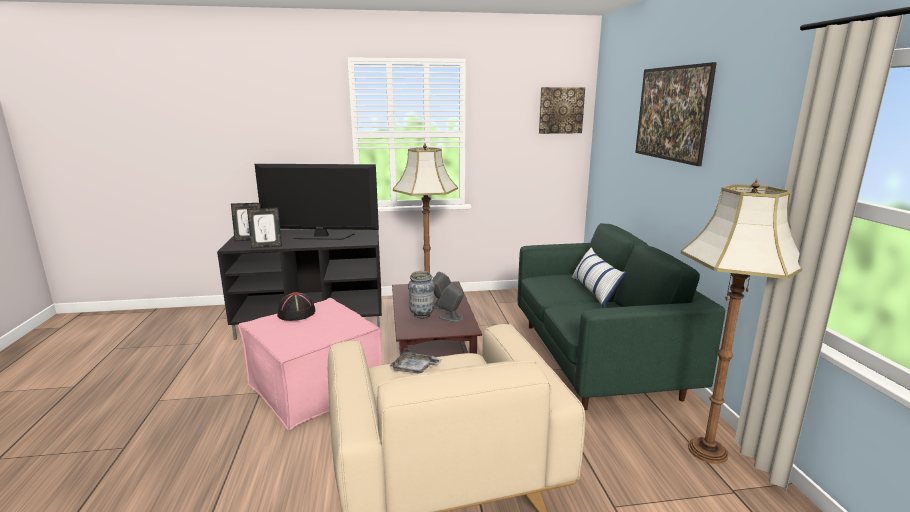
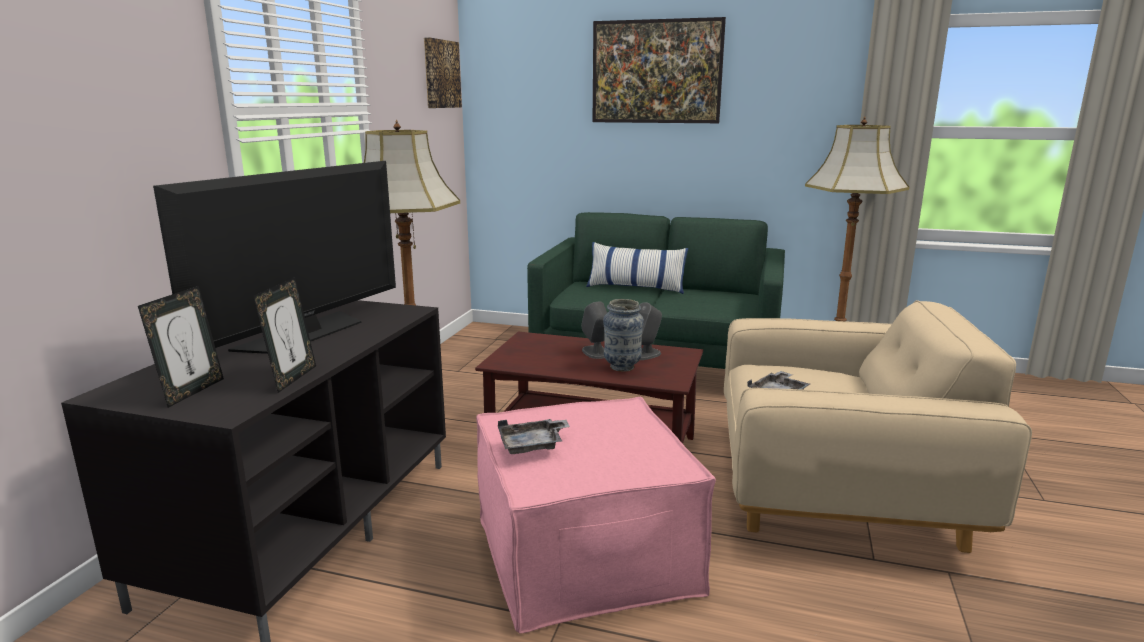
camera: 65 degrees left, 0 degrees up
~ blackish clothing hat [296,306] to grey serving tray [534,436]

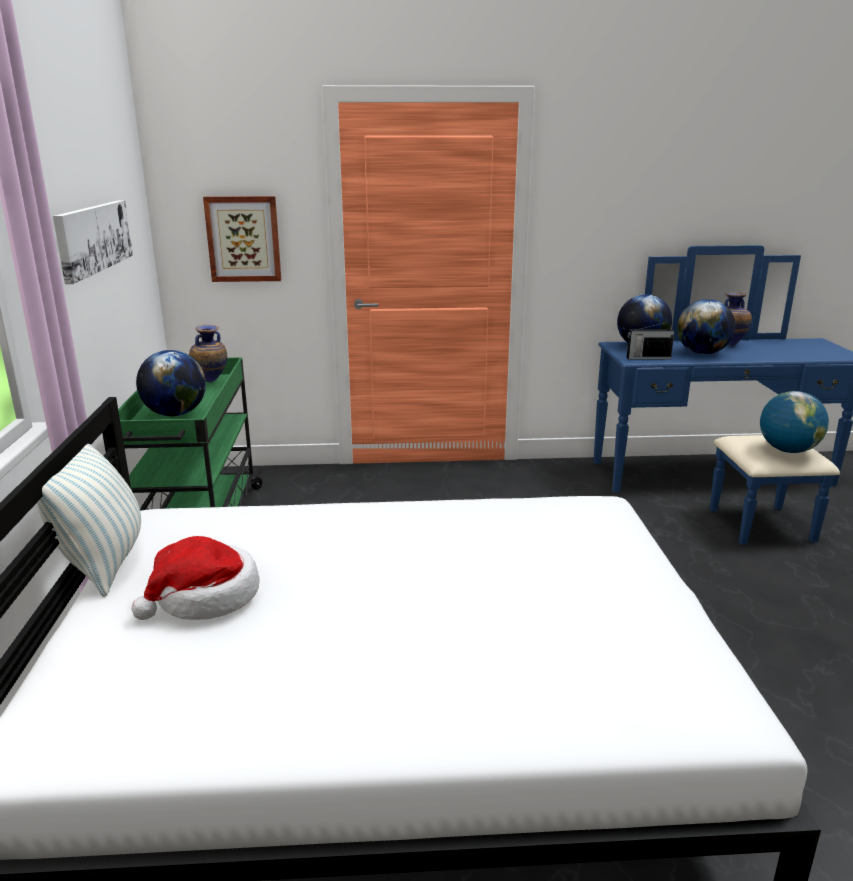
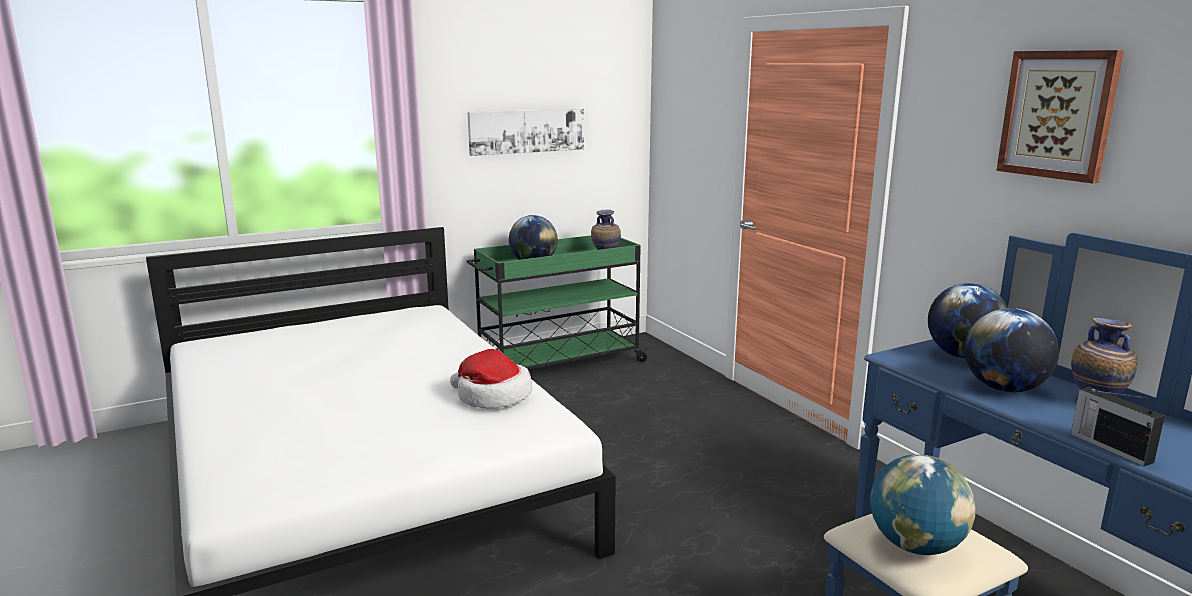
camera: 65 degrees right, 5 degrees down
~ picture [242,239] to [1060,116]
~ radio receiver [650,341] to [1118,426]
- pillow [88,520]
~ clothing hat [195,578] to [491,379]

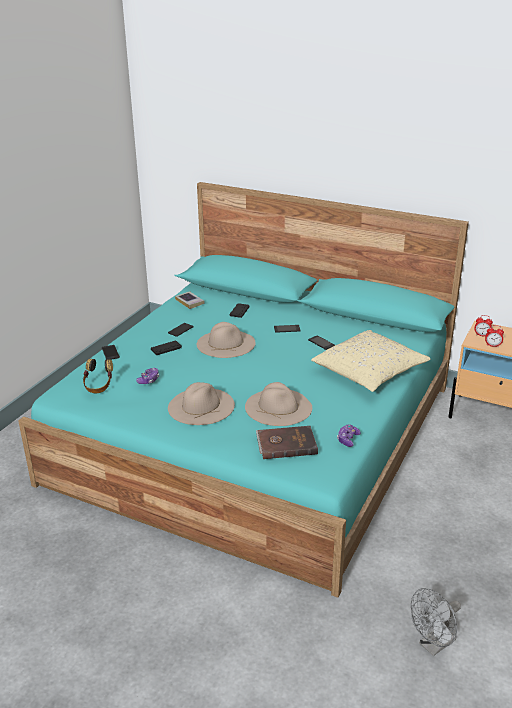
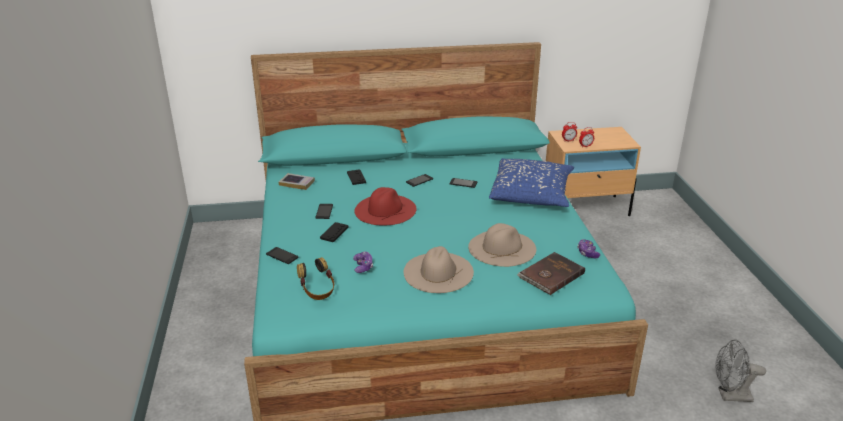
camera: 35 degrees left, 0 degrees up
~ sand-coloured clothing hat [226,340] to red-coloured clothing hat [385,206]
~ sand-coloured pillow [370,361] to blue pillow [531,182]
~ grey fan [436,622] = [740,371] 75 degrees clockwise

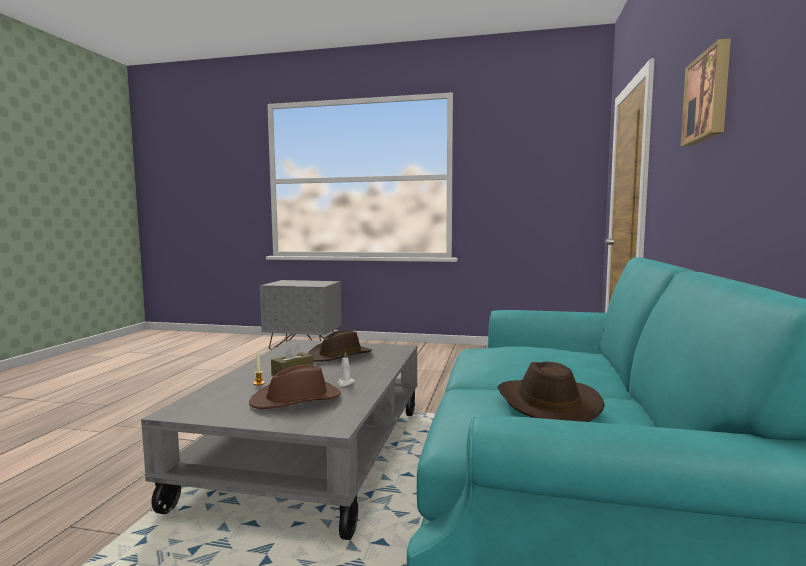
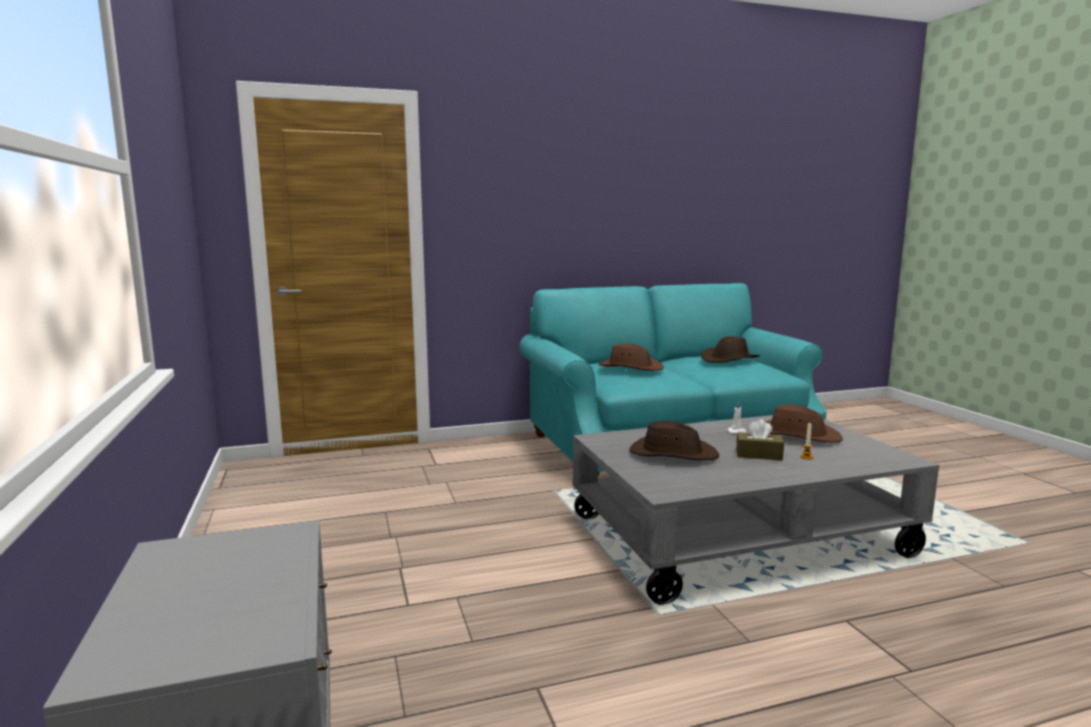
camera: 120 degrees left, 5 degrees up
- picture [706,92]
+ brownish clothing hat [631,357]

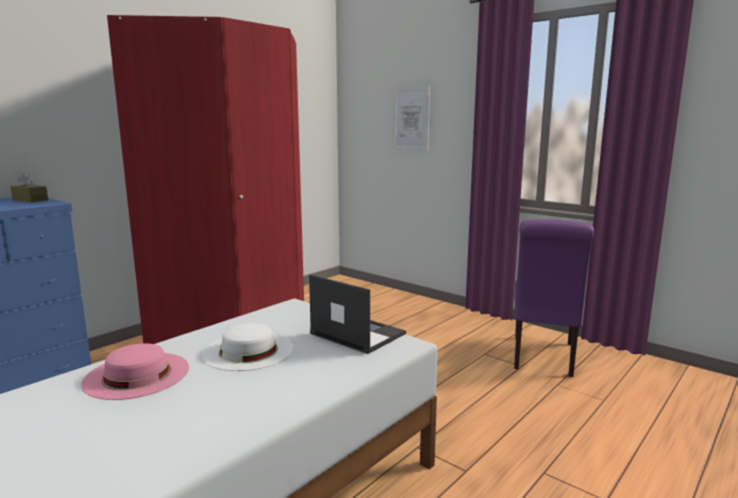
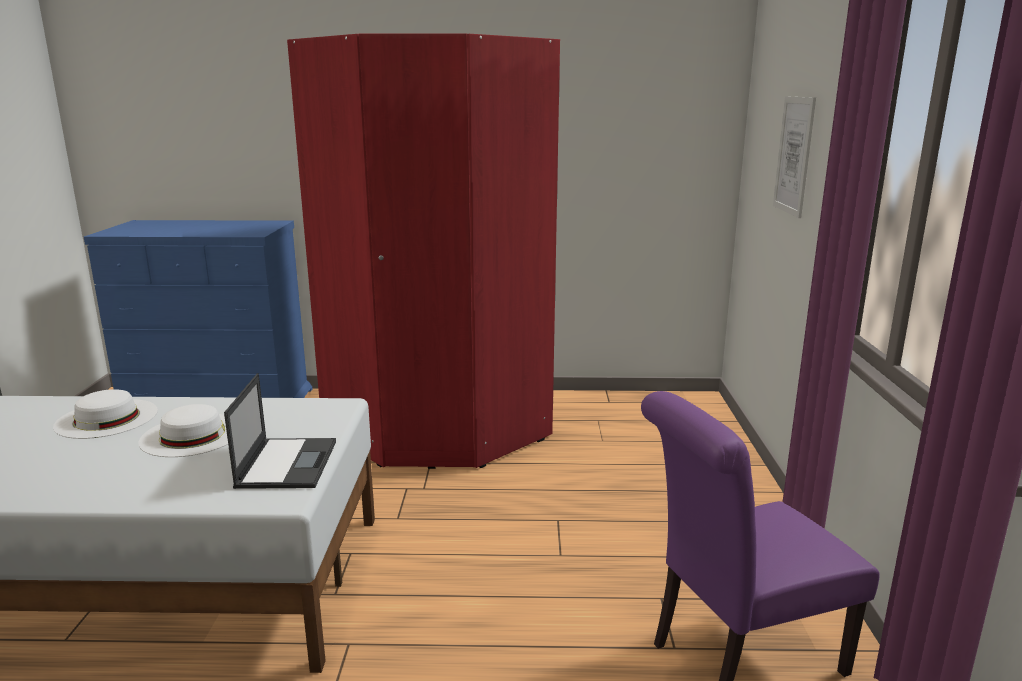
camera: 50 degrees right, 5 degrees up
- brownish tissue holder [29,187]
~ pinkish clothing hat [135,371] to white-coloured clothing hat [105,414]

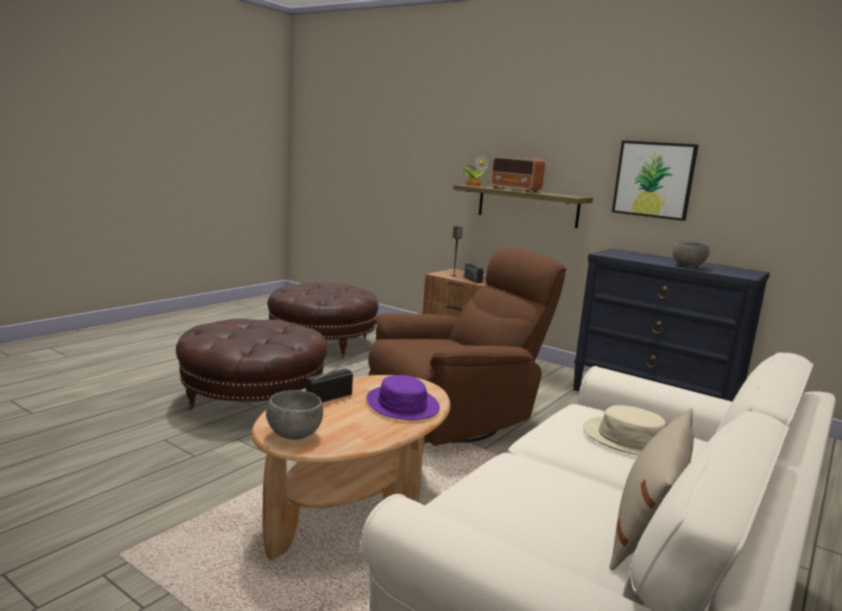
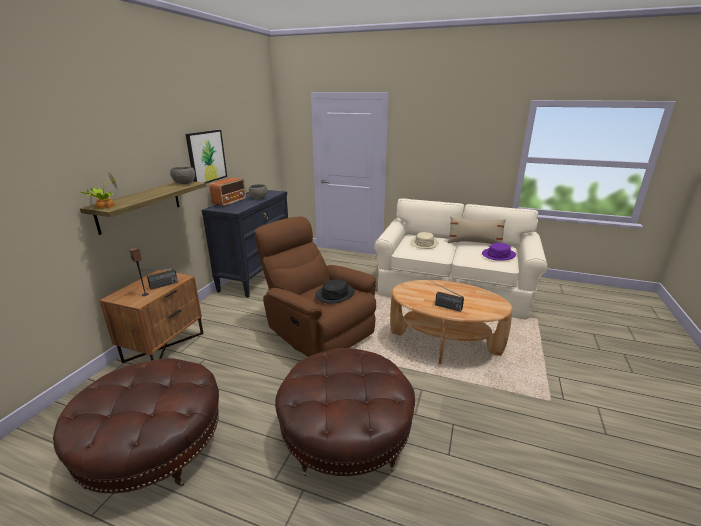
camera: 105 degrees left, 10 degrees up
~ radio receiver [517,174] to [227,192]
~ purple-coloured clothing hat [403,397] to [499,252]
~ grey bowl [294,415] to [182,175]
+ blackish clothing hat [335,291]

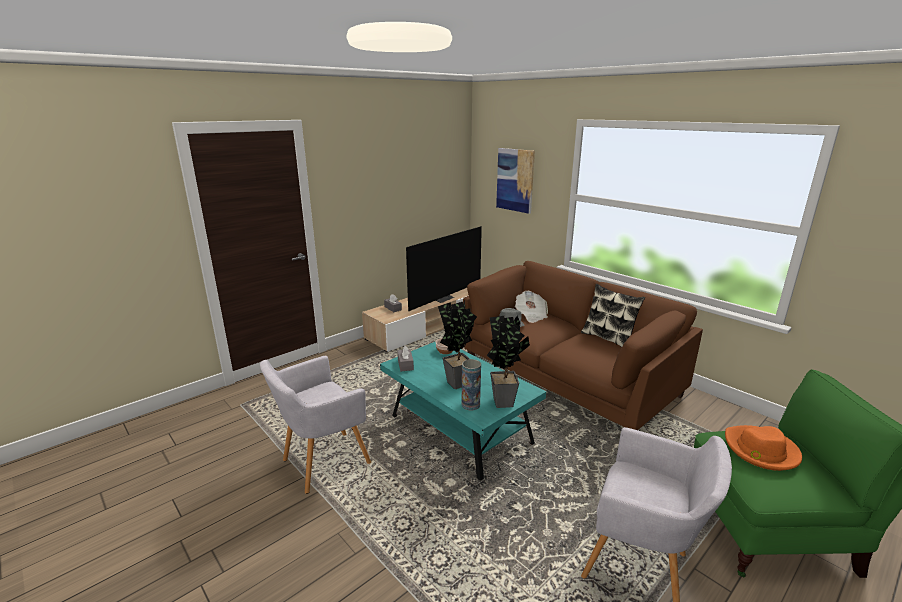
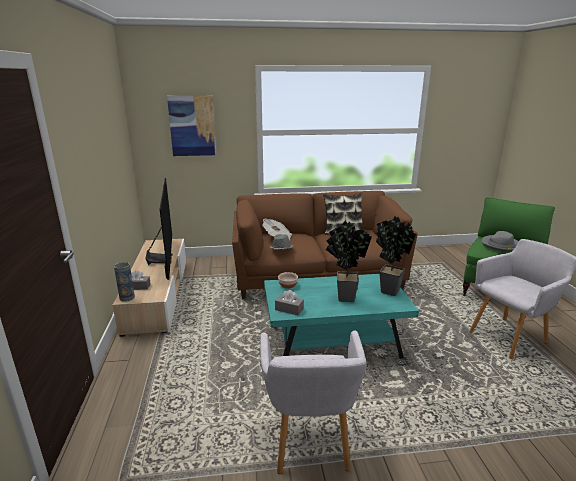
camera: 55 degrees left, 0 degrees up
~ vase [471,385] to [124,282]
~ orange clothing hat [763,448] to grey clothing hat [500,241]

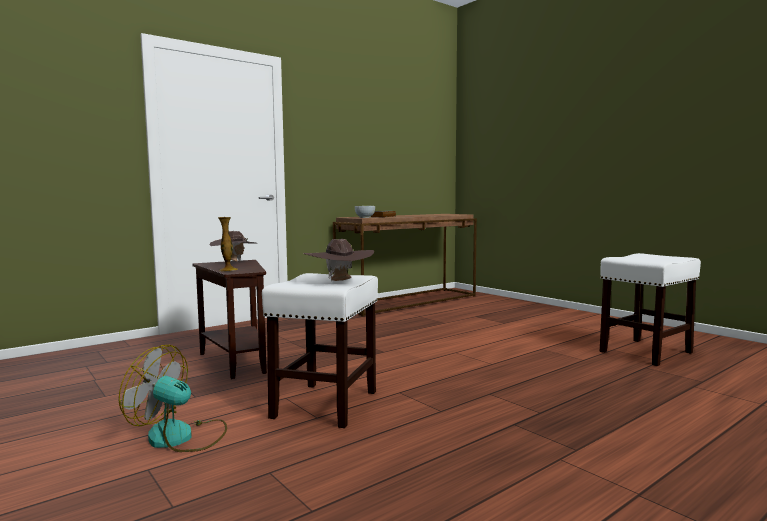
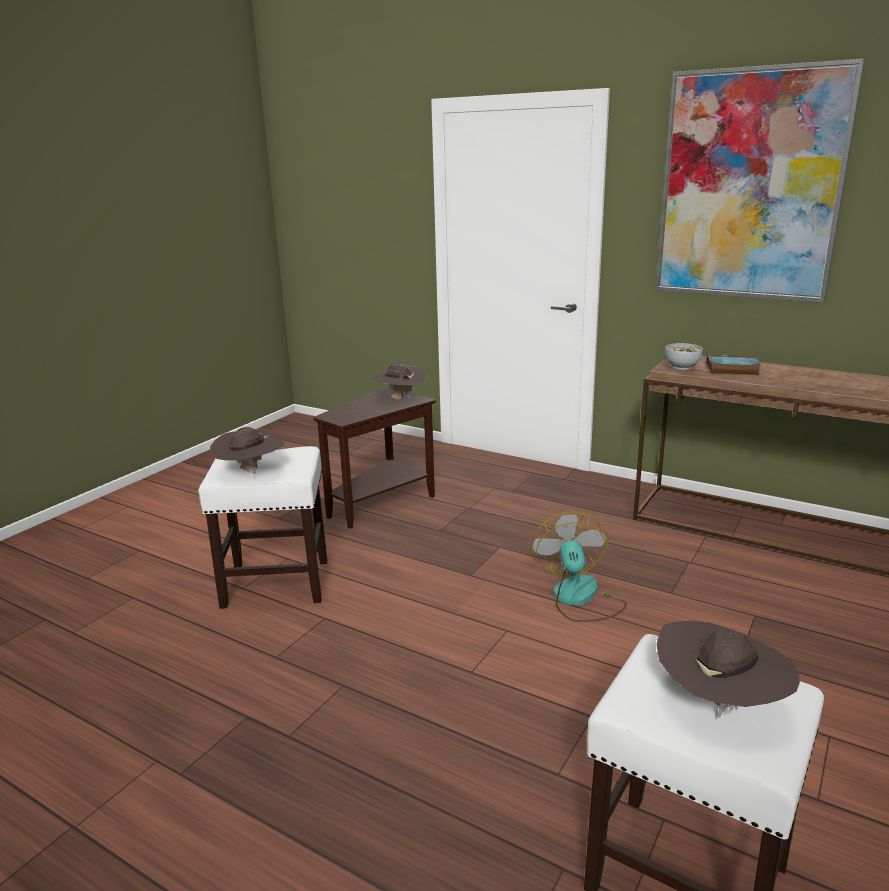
camera: 70 degrees right, 15 degrees up
- vase [228,244]
~ fan [173,398] to [579,567]
+ picture [760,181]
+ brownish clothing hat [728,669]

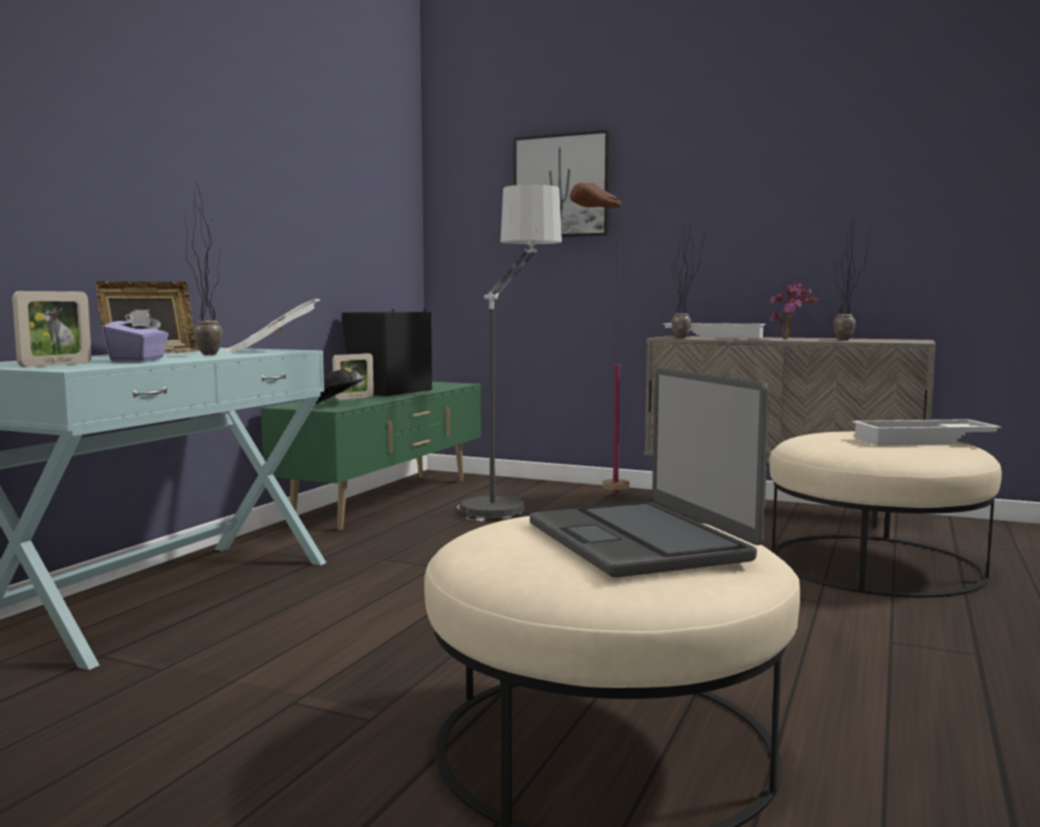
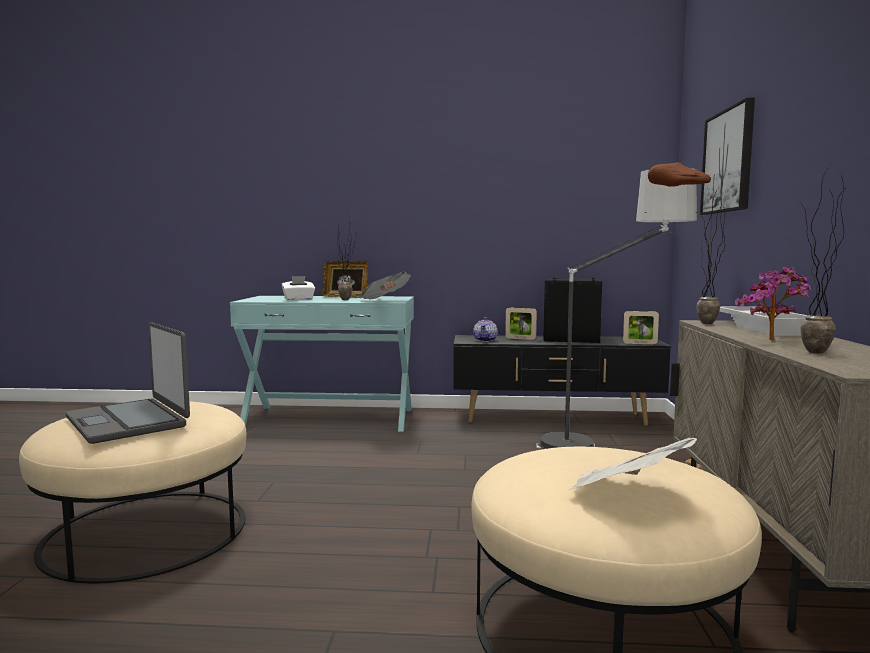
camera: 70 degrees right, 0 degrees up
~ photo frame [52,329] to [641,327]
~ purple-coloured tissue holder [135,335] to white-coloured tissue holder [298,288]
~ portable computer [649,472] = [128,383] 90 degrees counterclockwise
~ blackish clothing hat [341,386] to pot for tea [485,329]
~ green tv stand [371,456] to blackish tv stand [562,380]
~ white-coloured serving tray [926,432] to printed paper [633,464]

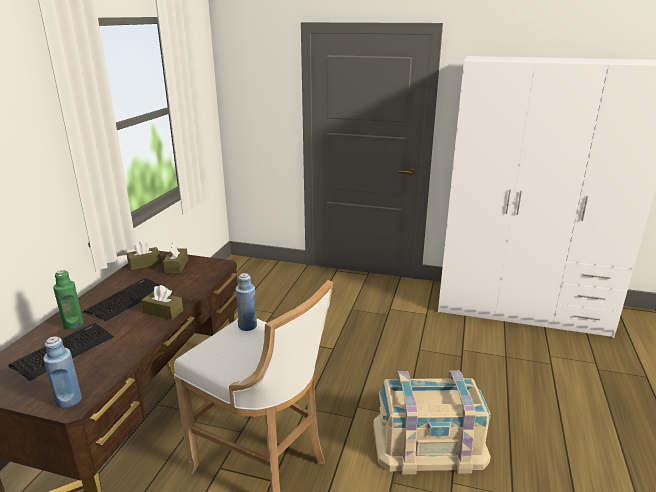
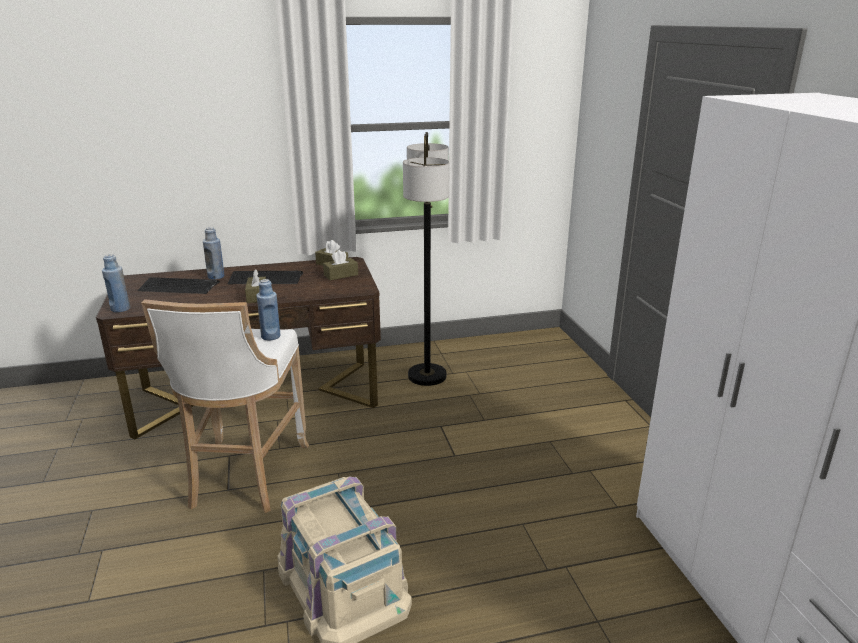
camera: 60 degrees right, 0 degrees up
~ green bottle [68,300] to blue bottle [214,253]
+ floor lamp [426,259]

